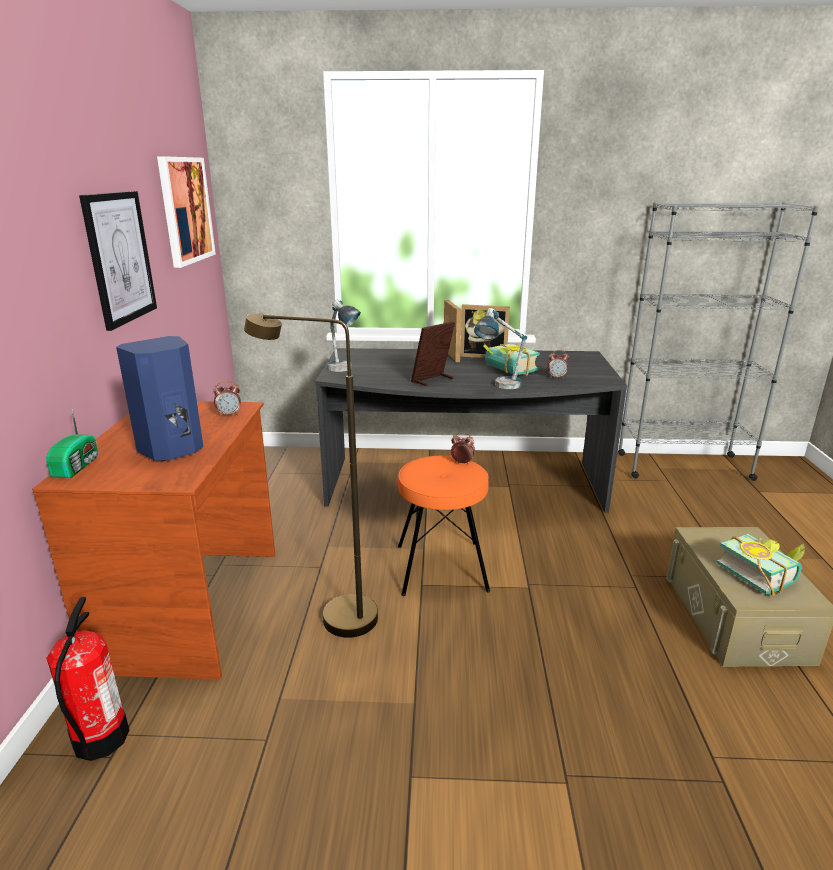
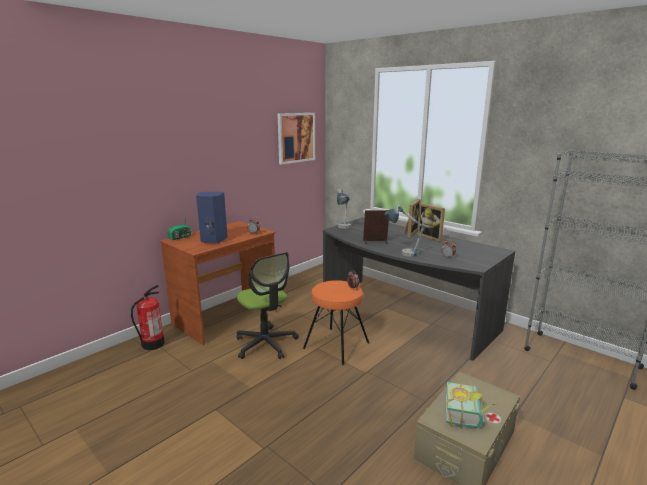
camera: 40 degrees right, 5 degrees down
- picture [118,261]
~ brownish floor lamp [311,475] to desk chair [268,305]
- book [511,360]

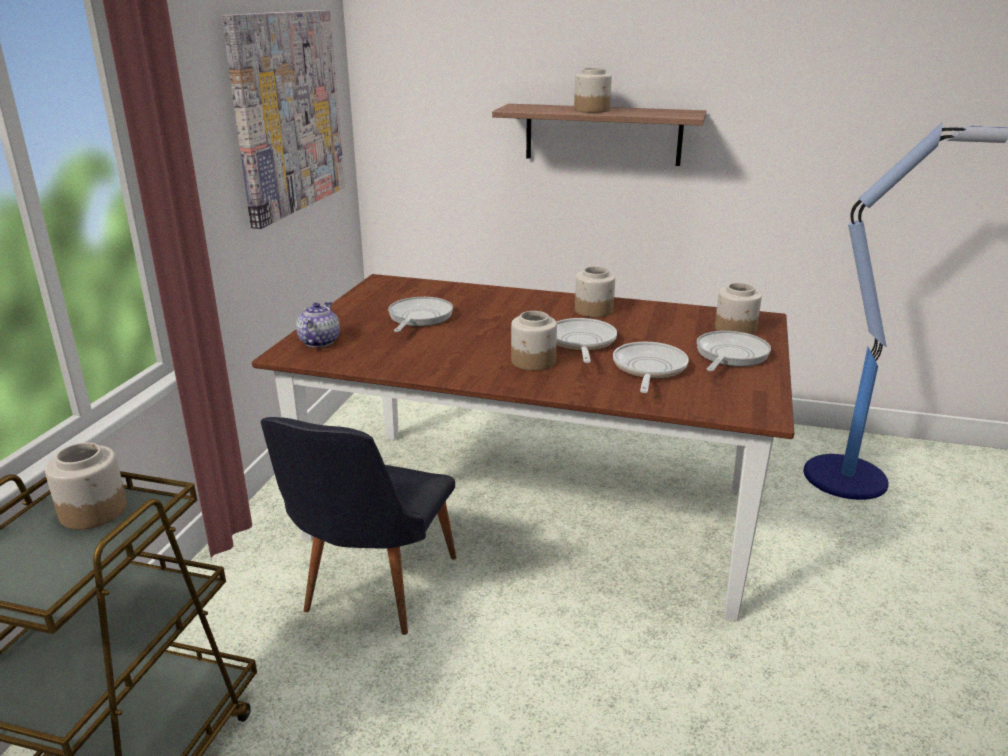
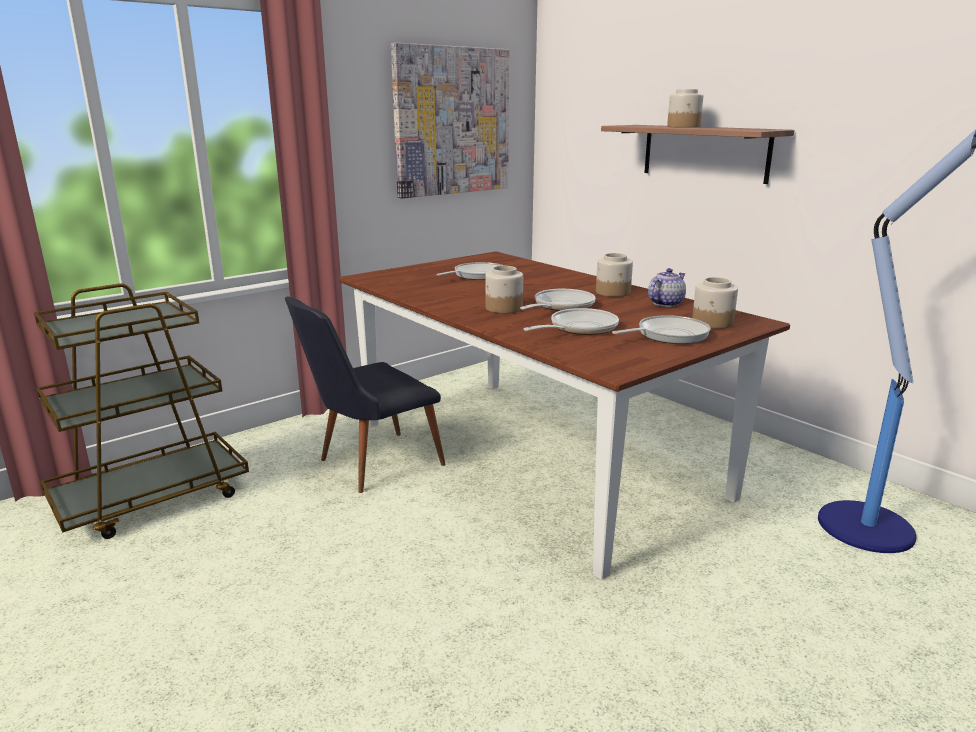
camera: 35 degrees right, 5 degrees down
~ pot for tea [318,324] to [667,287]
- jar [86,486]

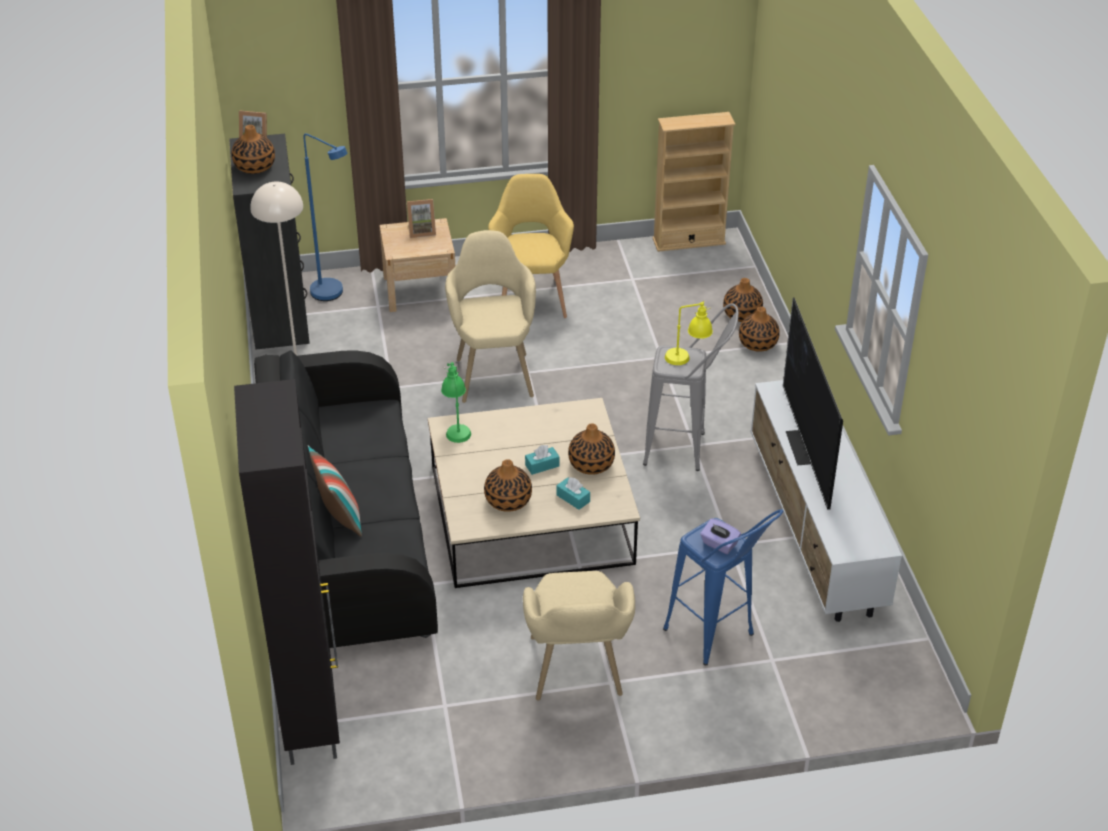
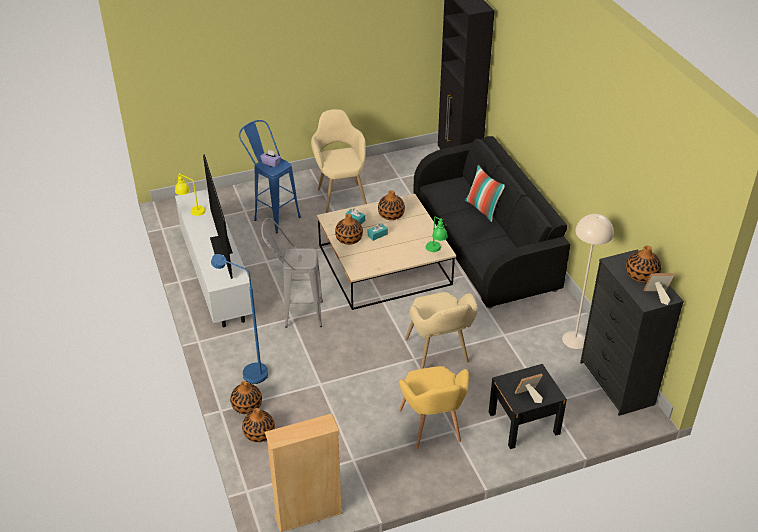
camera: 170 degrees right, 0 degrees up
~ blue floor lamp [325,217] to [239,319]
~ sand-coloured nightstand [417,265] to blackish nightstand [528,406]
~ yellow-coloured lamp for a table [689,333] to [190,194]

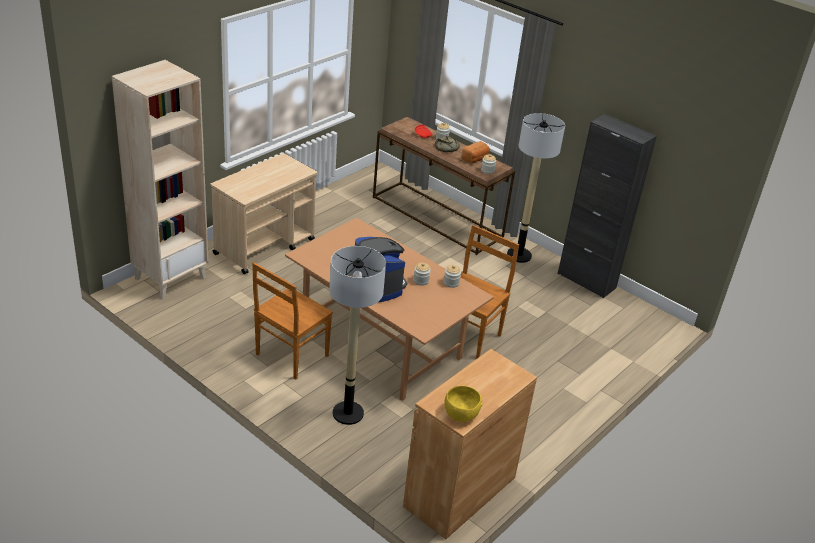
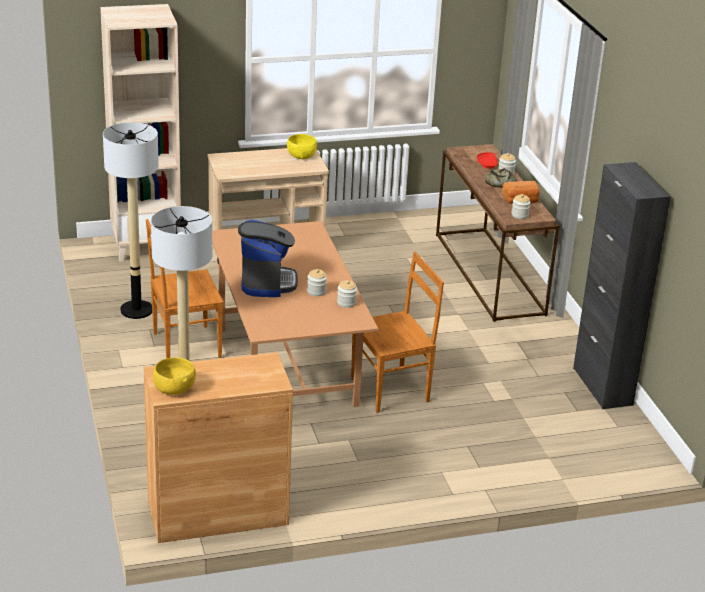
camera: 35 degrees right, 5 degrees down
~ floor lamp [536,188] to [131,220]
+ yellow-coloured bowl [302,146]

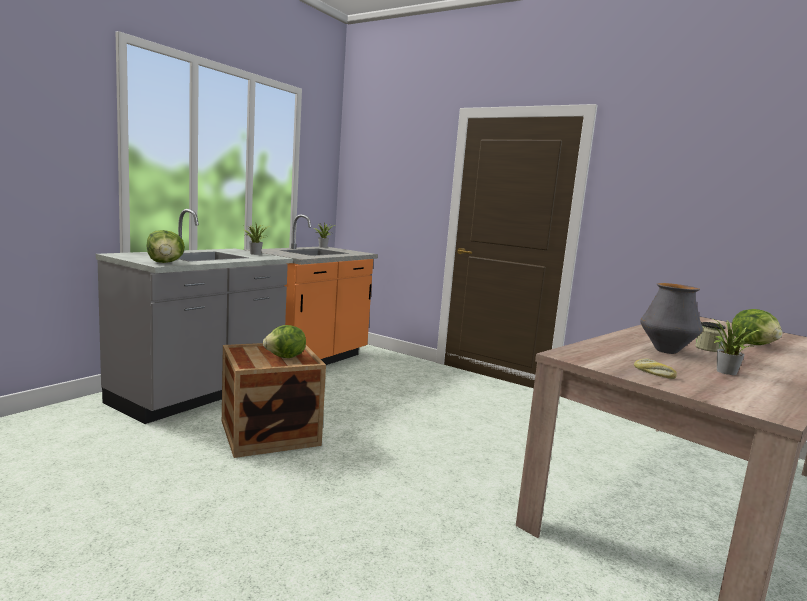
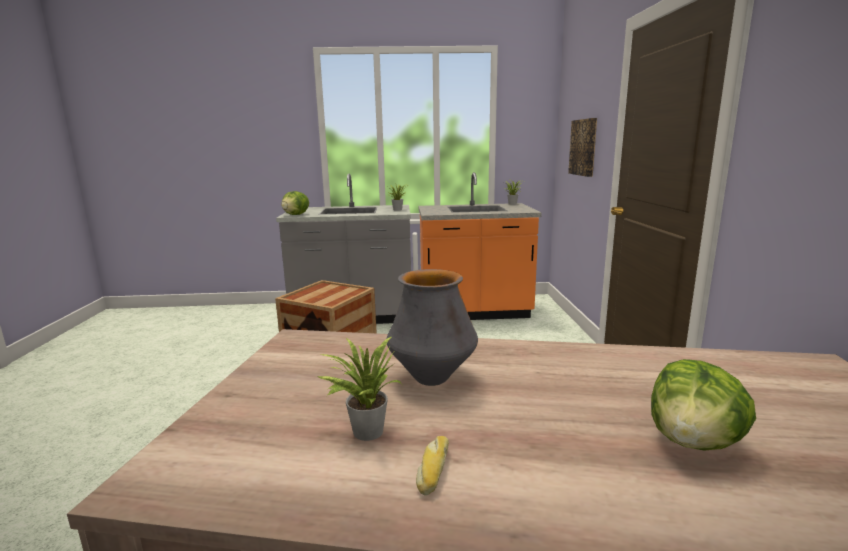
camera: 55 degrees right, 5 degrees up
- jar [710,337]
- head of lettuce [284,341]
~ baked bread [655,369] to [432,466]
+ picture [582,147]

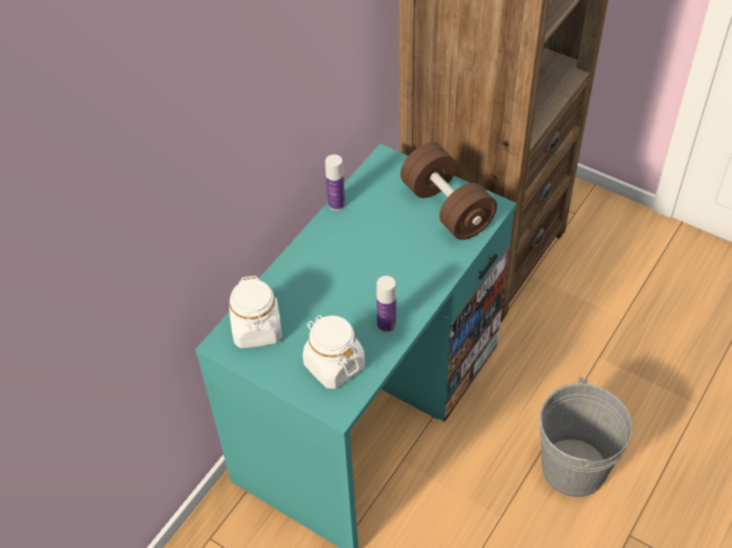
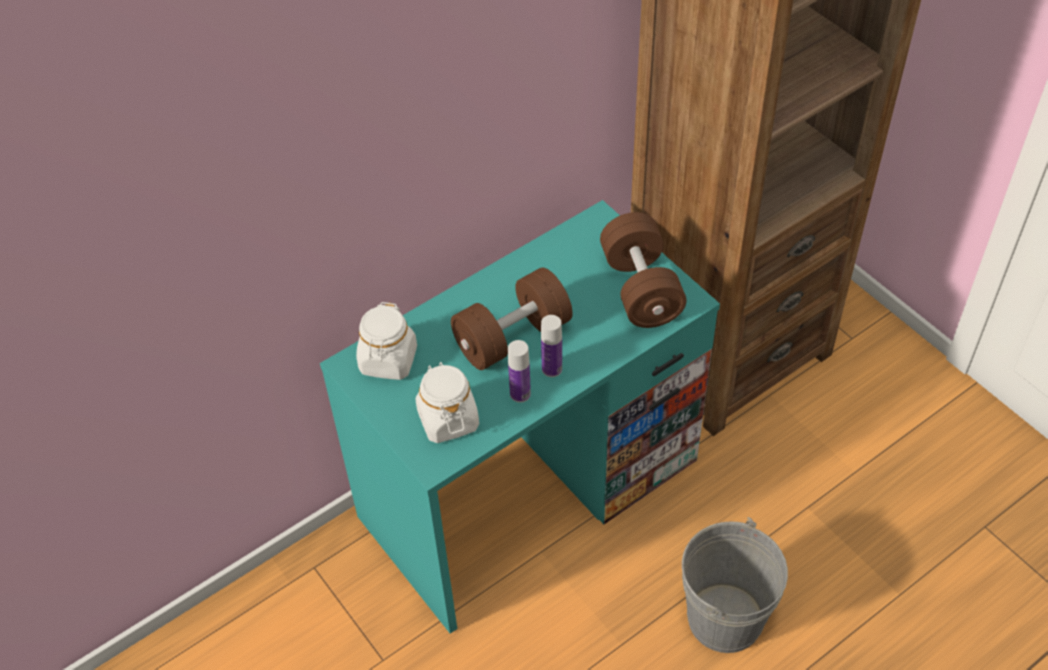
camera: 20 degrees right, 0 degrees up
~ bottle [335,182] to [551,346]
+ brownish hand weight [511,319]

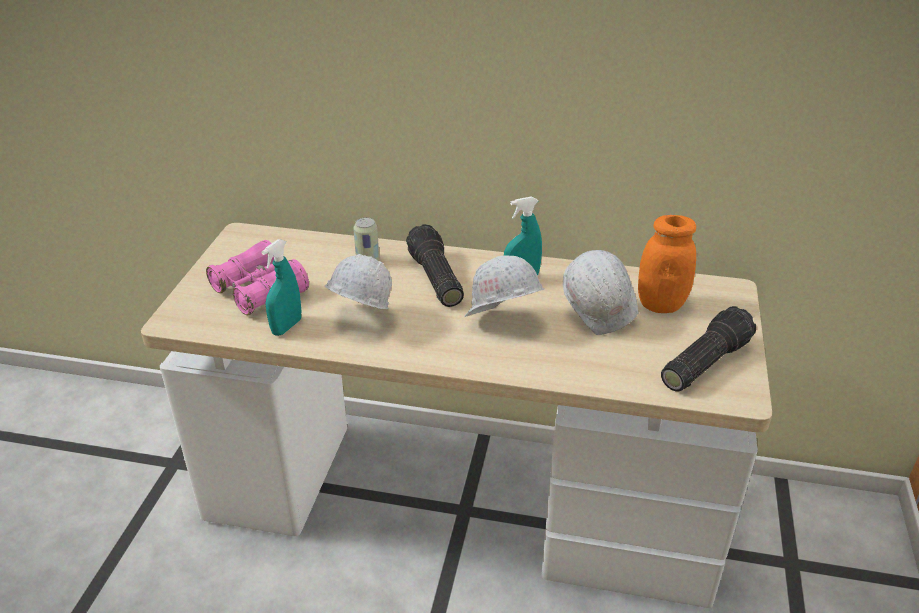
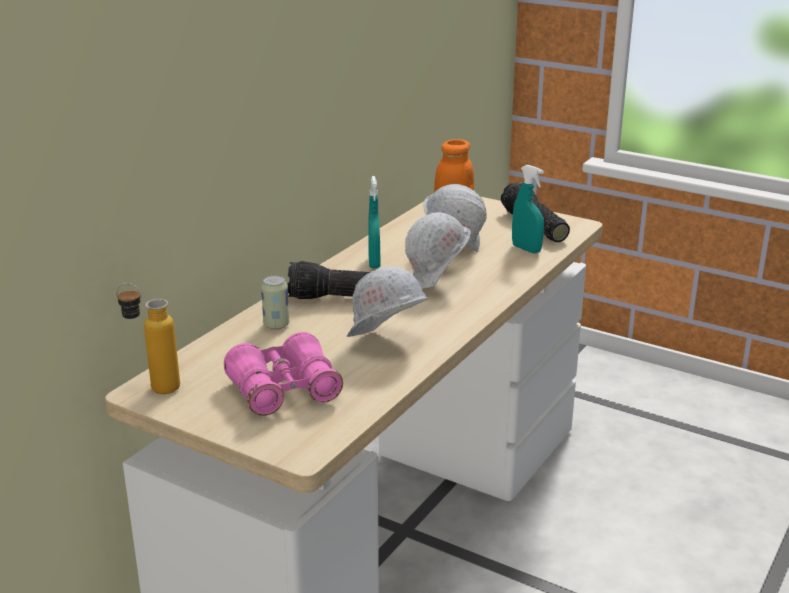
camera: 70 degrees left, 10 degrees down
~ blue-green sprayer [281,287] to [528,209]
+ bottle [148,338]

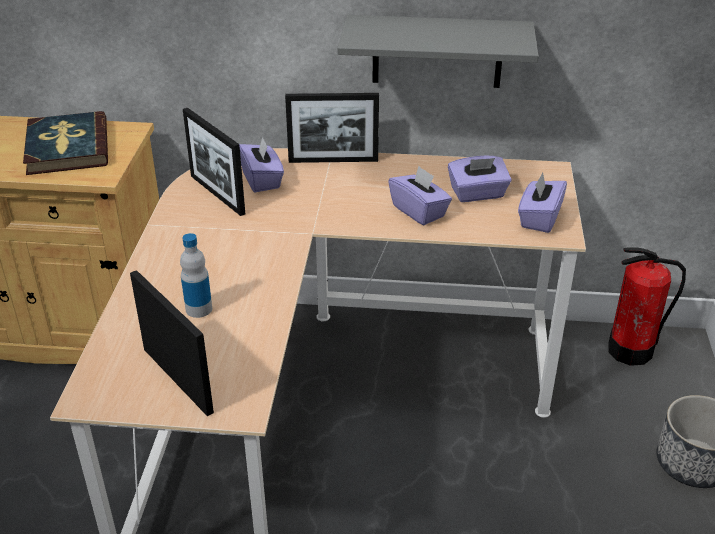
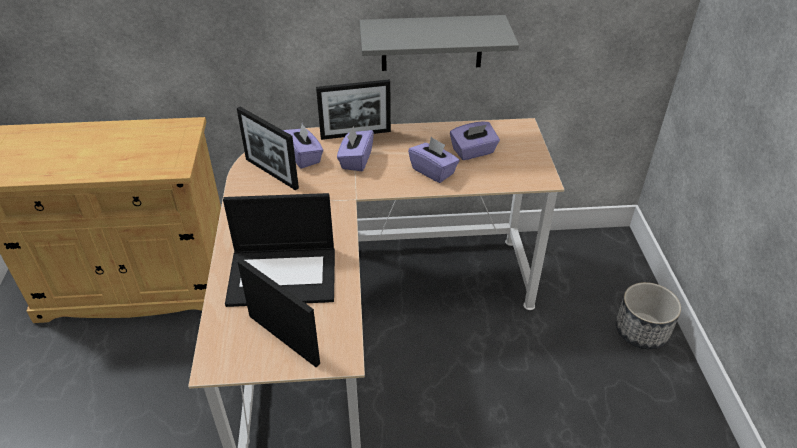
camera: 10 degrees left, 5 degrees up
- book [65,143]
~ purple-coloured tissue holder [542,202] to [355,148]
~ bottle [196,275] to portable computer [279,250]
- extinguisher [647,306]

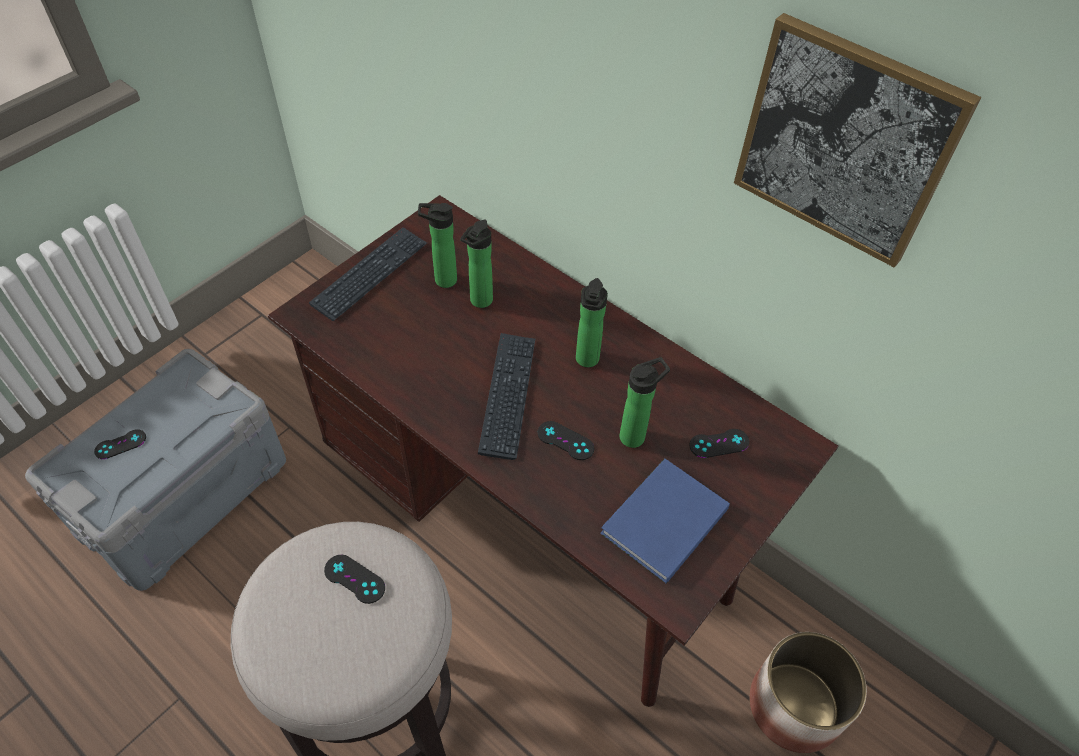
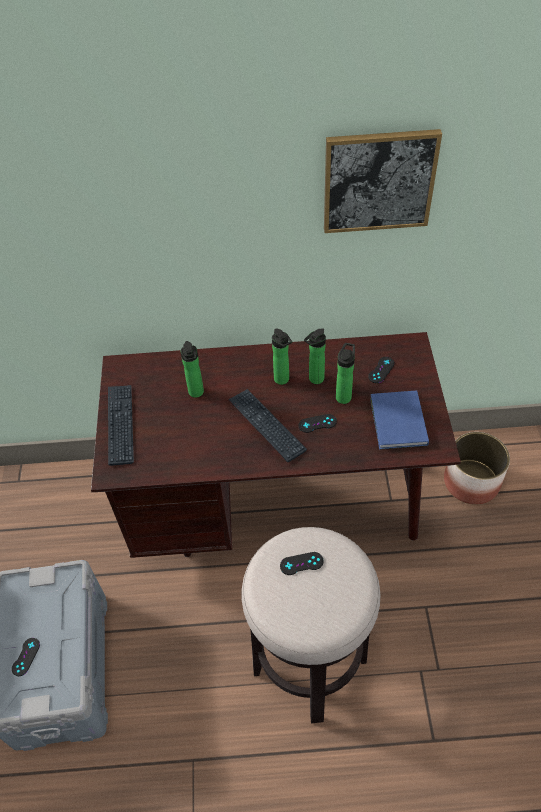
camera: 40 degrees left, 0 degrees up
~ bottle [437,245] to [315,356]

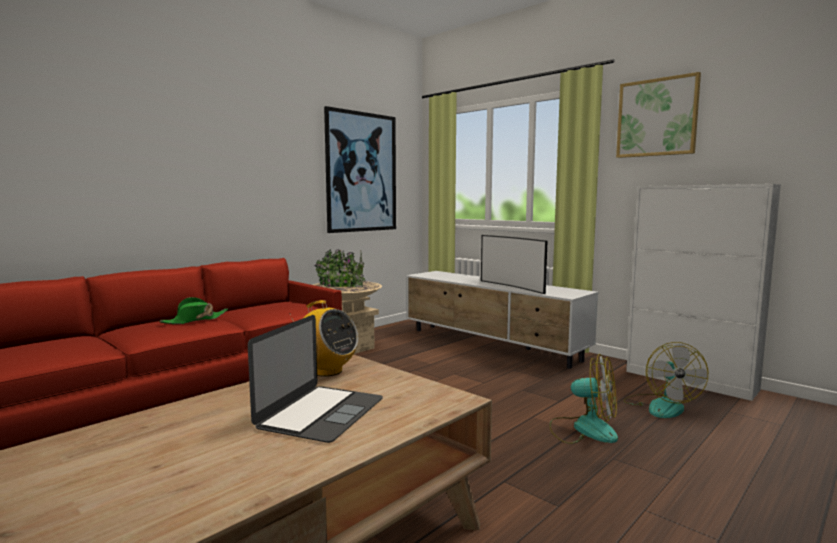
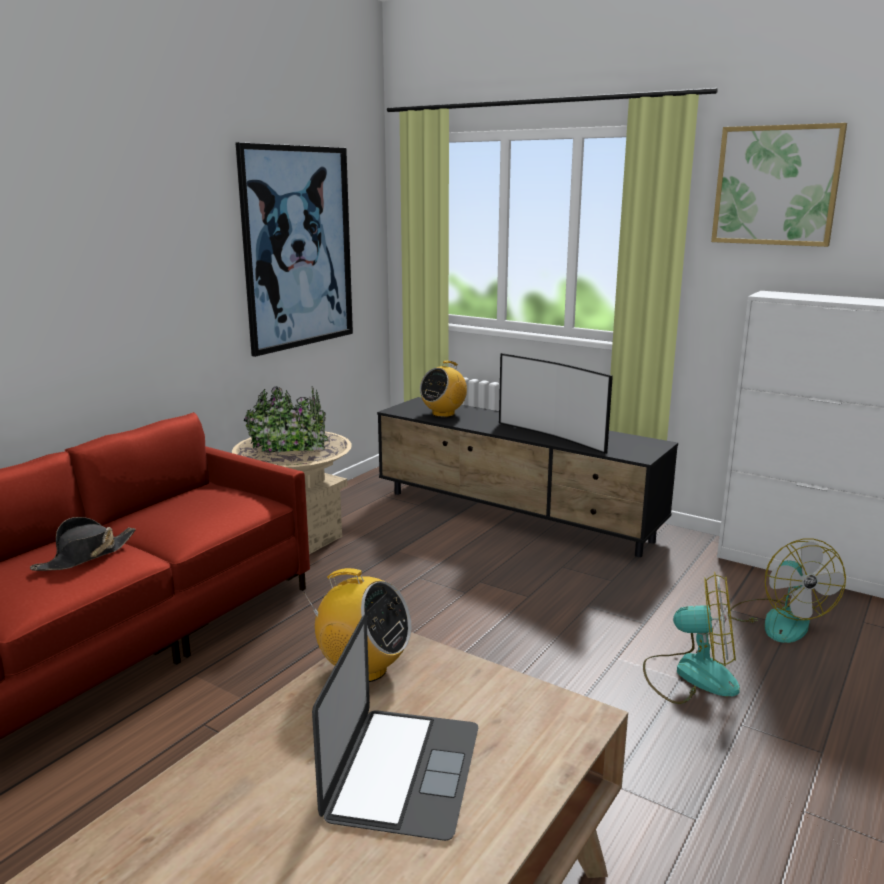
camera: 10 degrees left, 10 degrees up
~ white-coloured tv stand [502,320] to blackish tv stand [527,477]
~ green clothing hat [193,310] to blackish clothing hat [83,544]
+ radio receiver [443,389]

